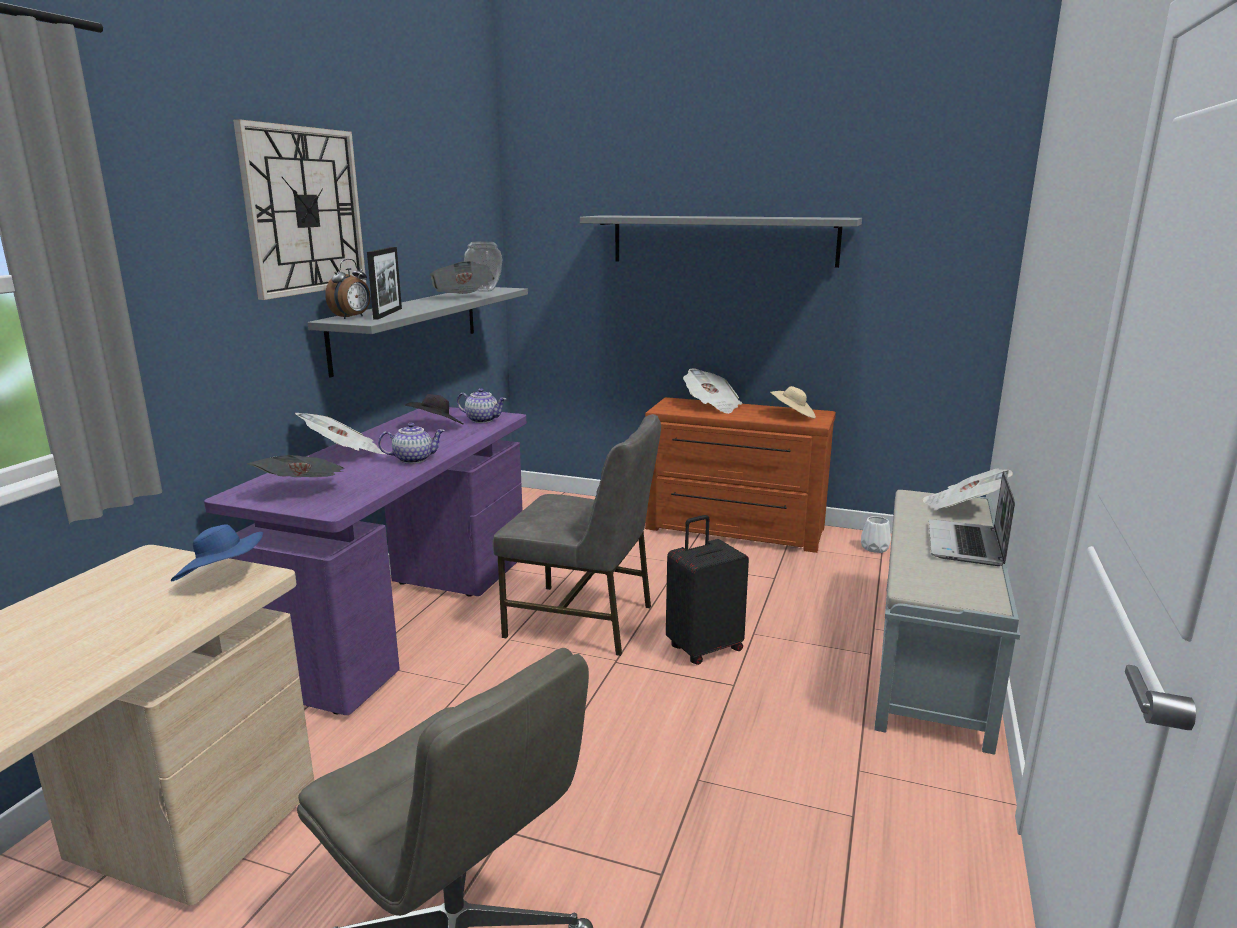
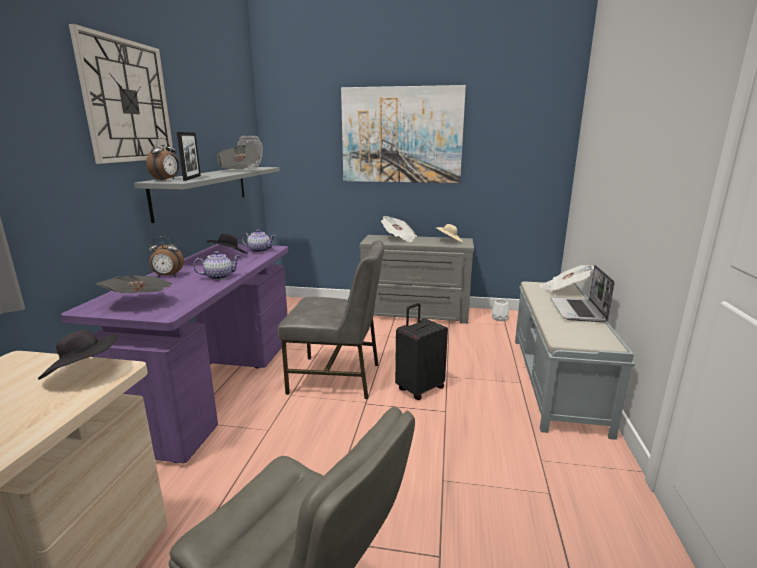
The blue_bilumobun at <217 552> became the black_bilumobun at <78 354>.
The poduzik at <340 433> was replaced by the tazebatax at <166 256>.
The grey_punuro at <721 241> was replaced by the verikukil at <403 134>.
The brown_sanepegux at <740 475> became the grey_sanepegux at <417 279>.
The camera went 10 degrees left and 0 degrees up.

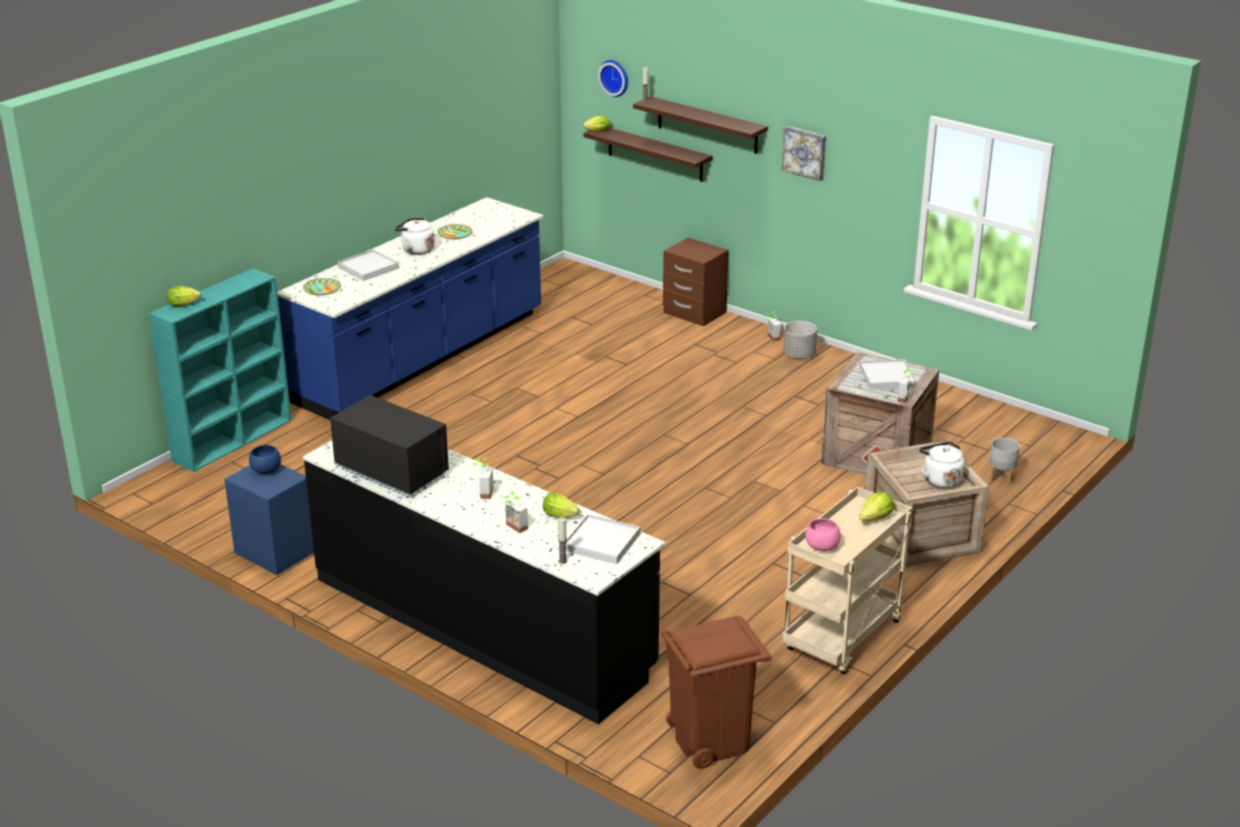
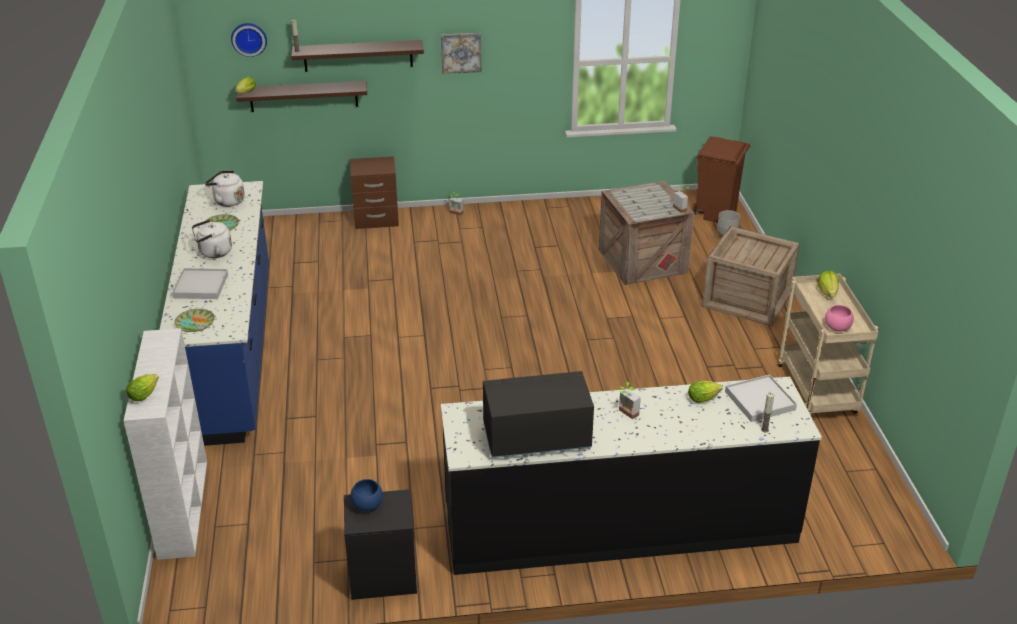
The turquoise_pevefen at <220 370> became the white_pevefen at <165 444>.
The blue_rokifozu at <269 519> became the black_rokifozu at <380 544>.
The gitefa at <516 512> disappeared.
The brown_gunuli moved from <716 692> to <721 180>.
The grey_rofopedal at <800 340> disappeared.
The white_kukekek at <888 374> disappeared.
The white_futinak moved from <942 464> to <225 189>.
The camera went 45 degrees left and 5 degrees up.

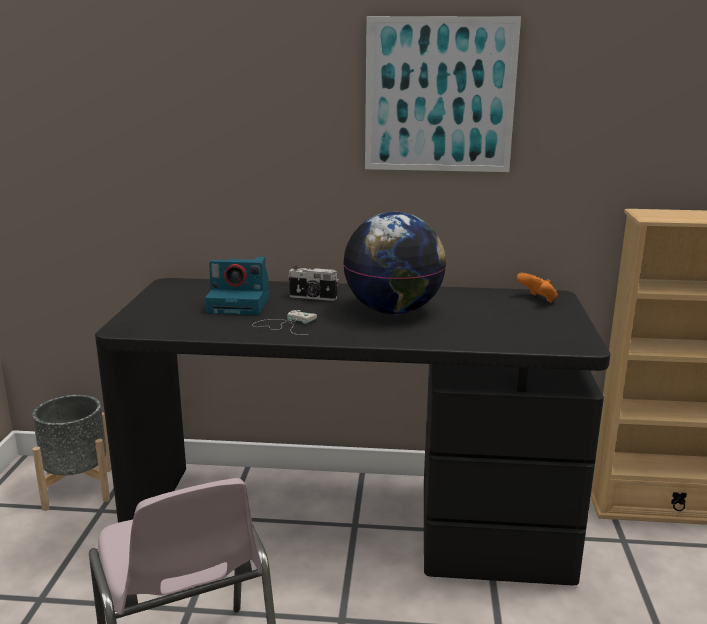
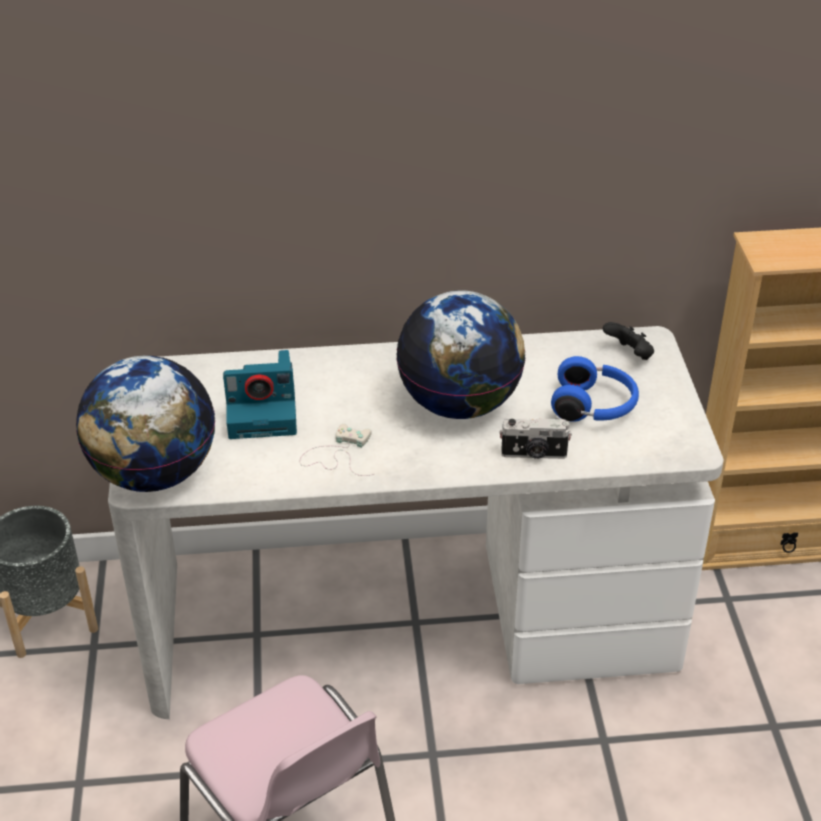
The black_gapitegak at <353 432> became the white_gapitegak at <416 522>.
The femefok moved from <313 283> to <536 438>.
The verikukil at <443 94> disappeared.
The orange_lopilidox at <537 288> became the black_lopilidox at <628 341>.
The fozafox at <145 424> appeared.
The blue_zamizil at <595 389> appeared.
The camera went 10 degrees left and 20 degrees up.

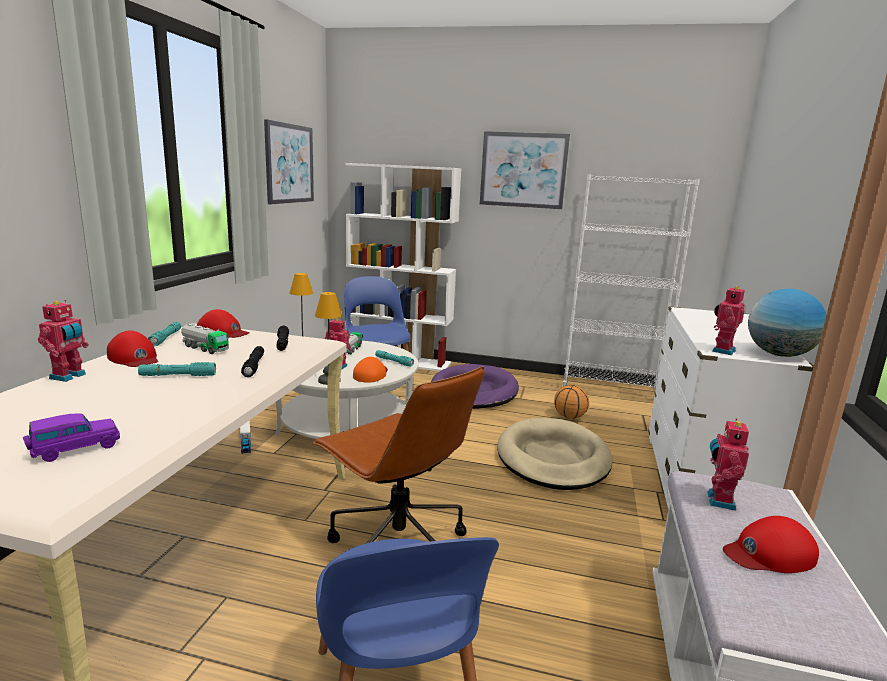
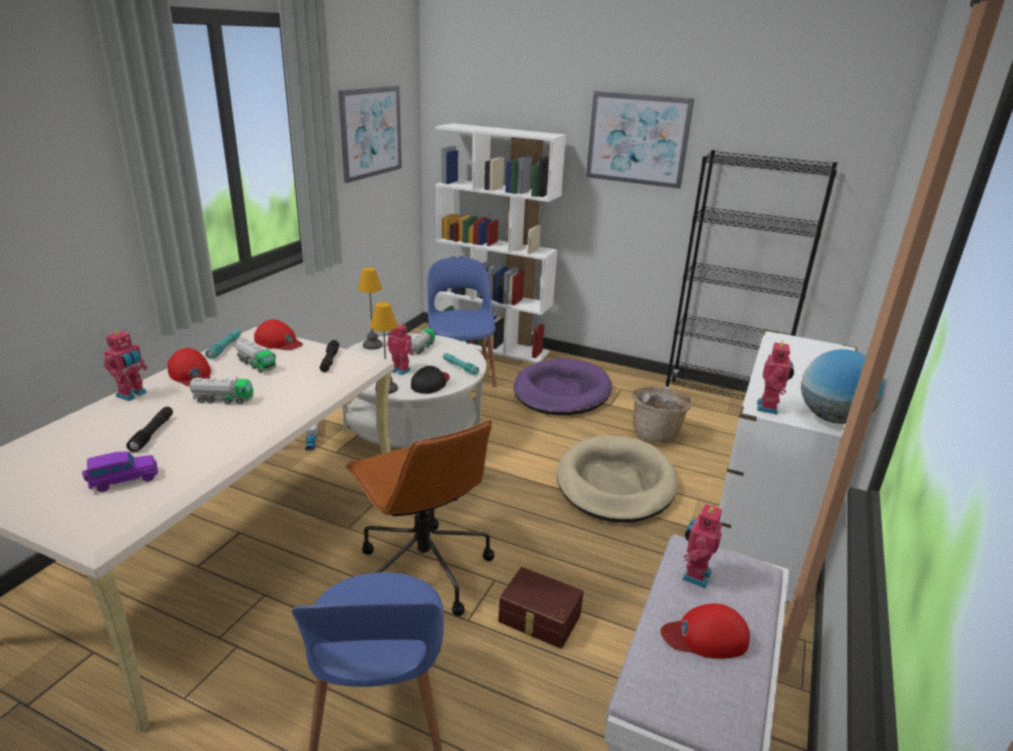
The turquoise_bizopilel at <177 369> was replaced by the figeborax at <222 391>.
The black_bizopilel moved from <252 361> to <149 429>.
The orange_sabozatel at <370 370> became the black_sabozatel at <430 380>.
The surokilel at <571 401> was replaced by the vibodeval at <662 414>.
The white_pevefen at <631 282> became the black_pevefen at <751 274>.
The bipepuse at <728 320> turned 150 degrees clockwise.
The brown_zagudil at <540 608> appeared.
The camera went 10 degrees right and 10 degrees up.

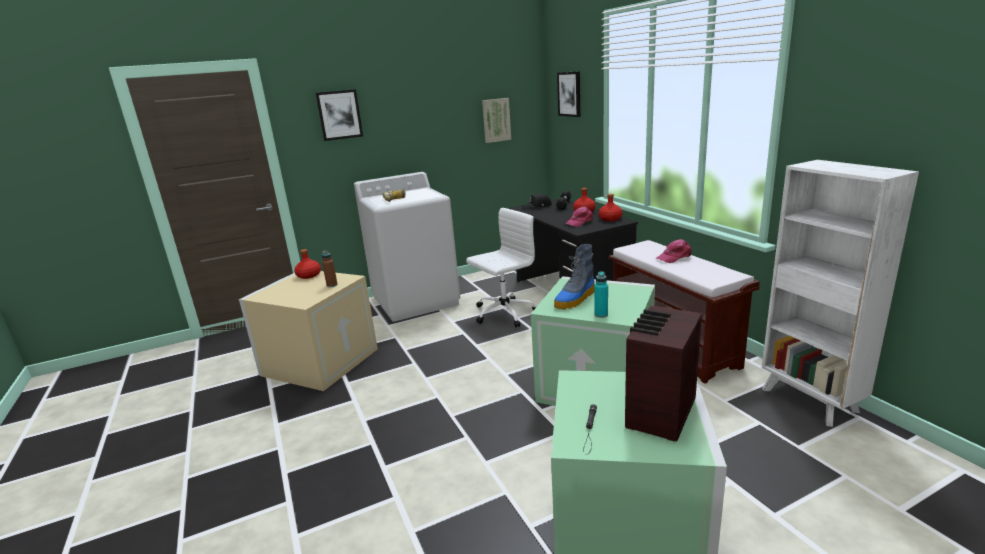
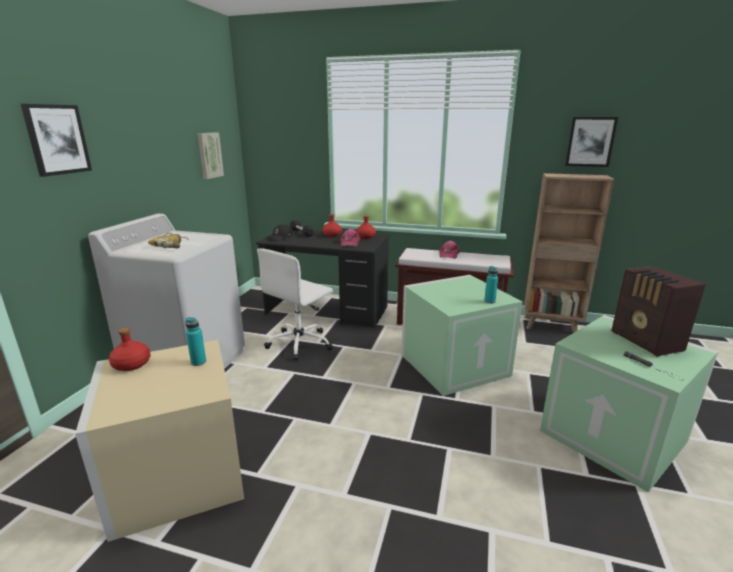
The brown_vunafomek at <330 268> became the turquoise_vunafomek at <195 341>.
The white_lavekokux at <501 267> turned 150 degrees counterclockwise.
The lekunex at <574 277> disappeared.
The verikukil moved from <568 94> to <591 142>.
The white_pevefen at <840 293> became the brown_pevefen at <569 253>.
The camera went 50 degrees left and 0 degrees up.

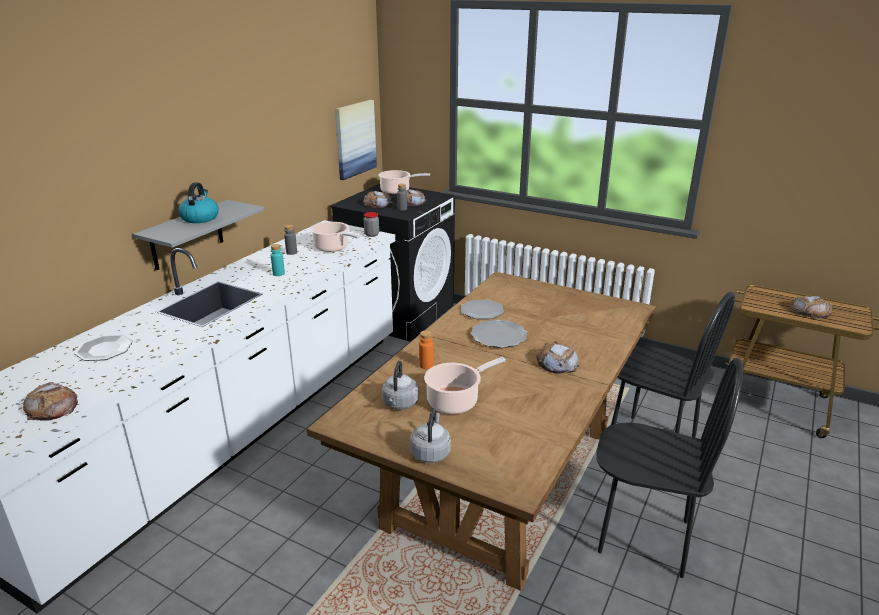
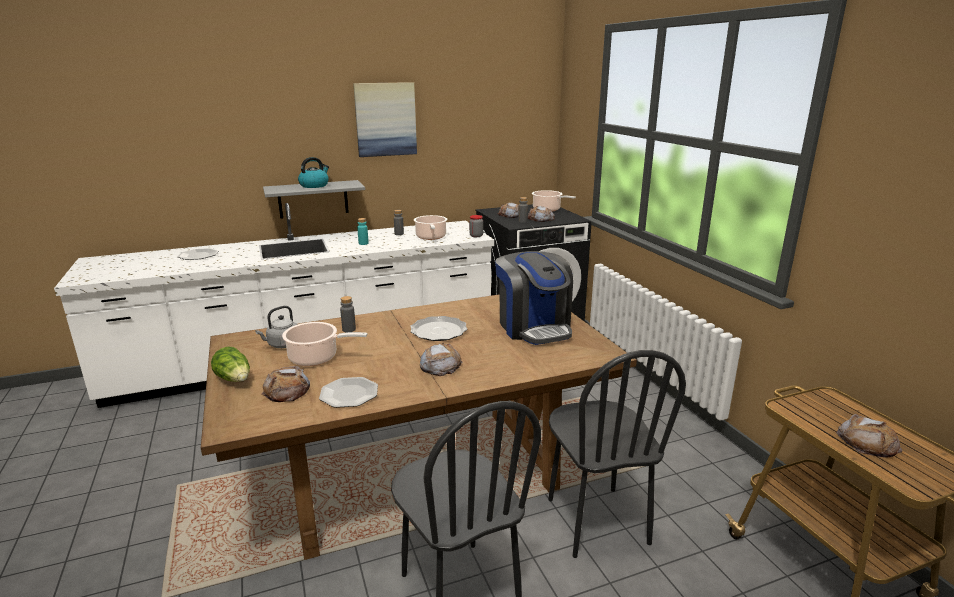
The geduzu moved from <50 401> to <285 384>.
The verikukil moved from <356 140> to <385 119>.
The grey_futinak at <430 435> was replaced by the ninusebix at <230 364>.
The orange_vunafomek at <426 349> became the grey_vunafomek at <348 314>.
The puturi moved from <482 309> to <348 392>.
The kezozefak at <534 298> appeared.
The camera went 40 degrees right and 5 degrees down.

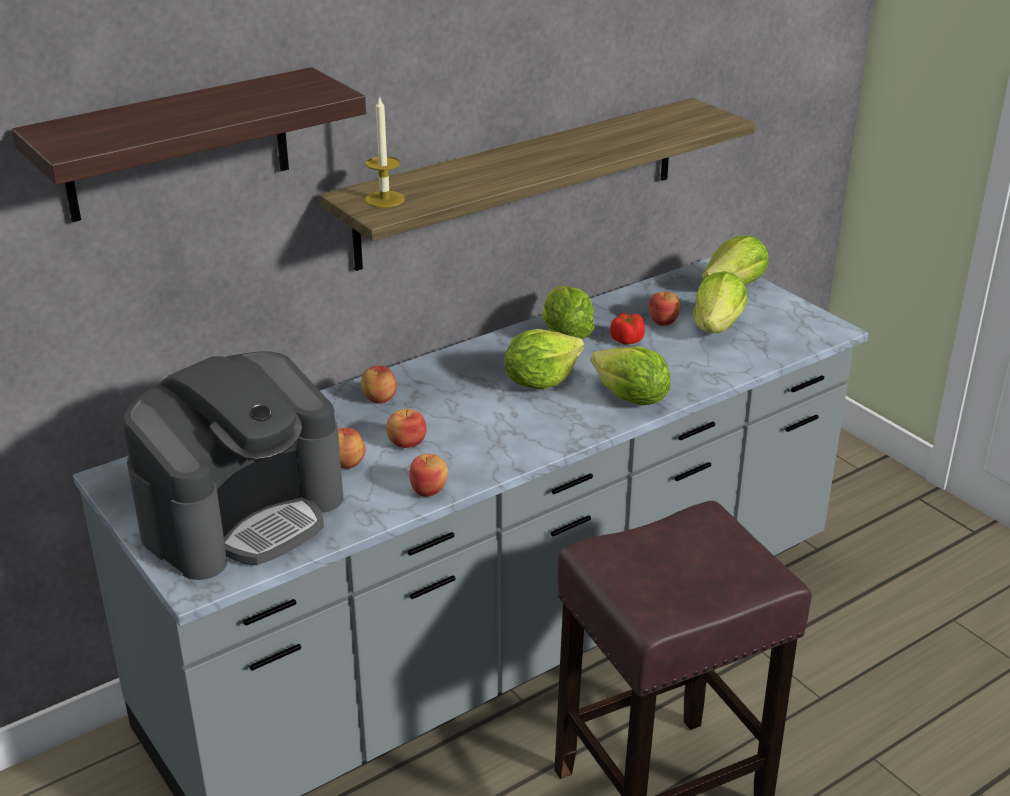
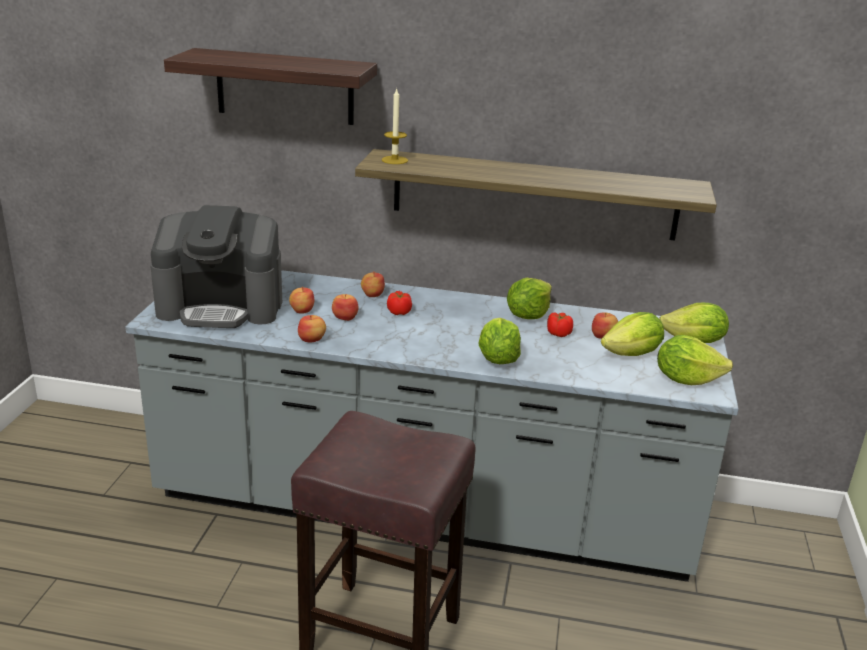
The ninusebix moved from <544 359> to <695 360>.
The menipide at <399 303> appeared.
The camera went 45 degrees right and 5 degrees down.

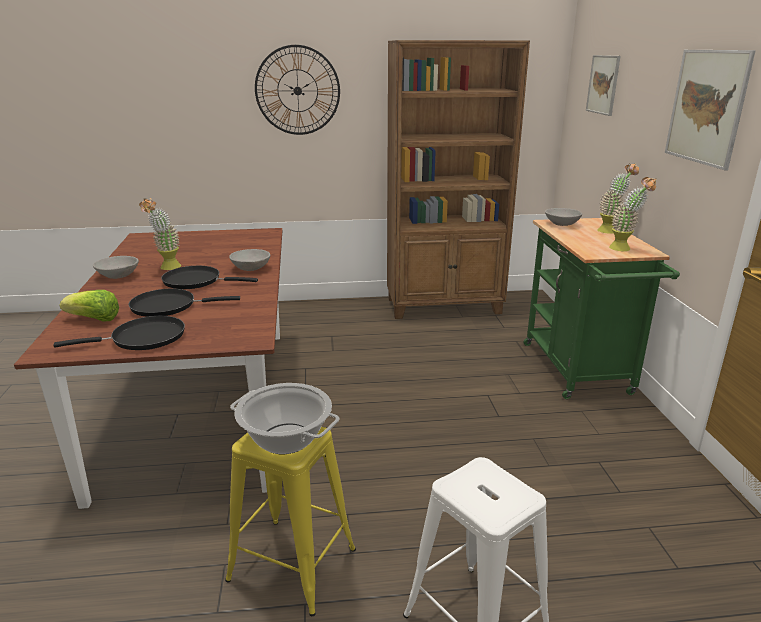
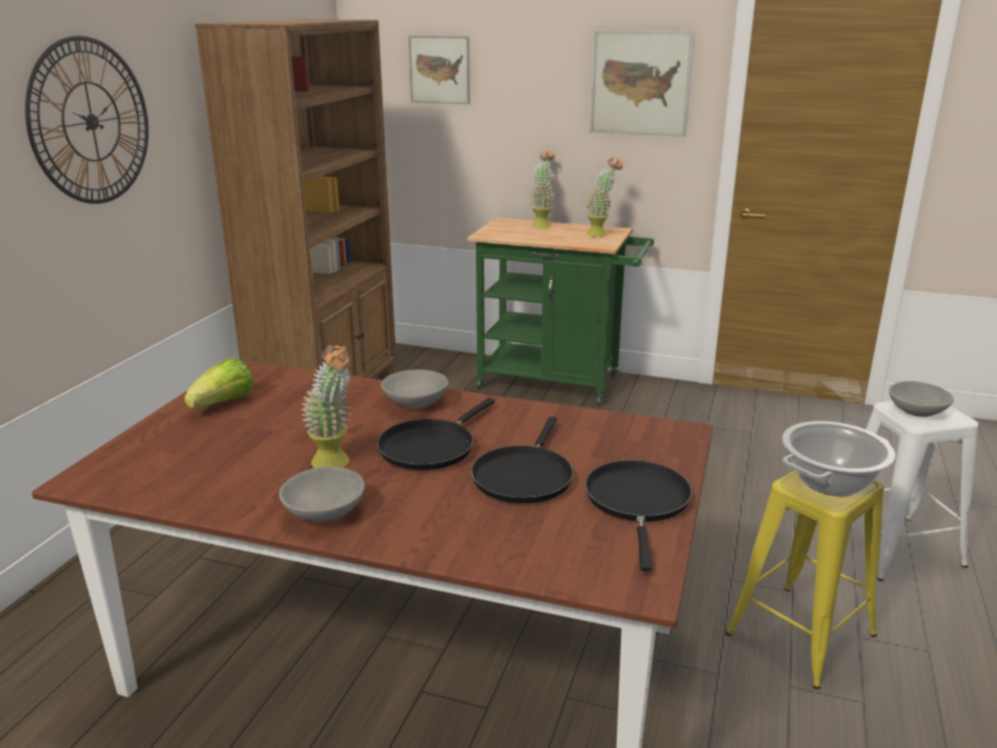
The ninusebix moved from <89 306> to <219 383>.
The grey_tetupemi moved from <563 217> to <921 399>.
The camera went 65 degrees left and 0 degrees up.

